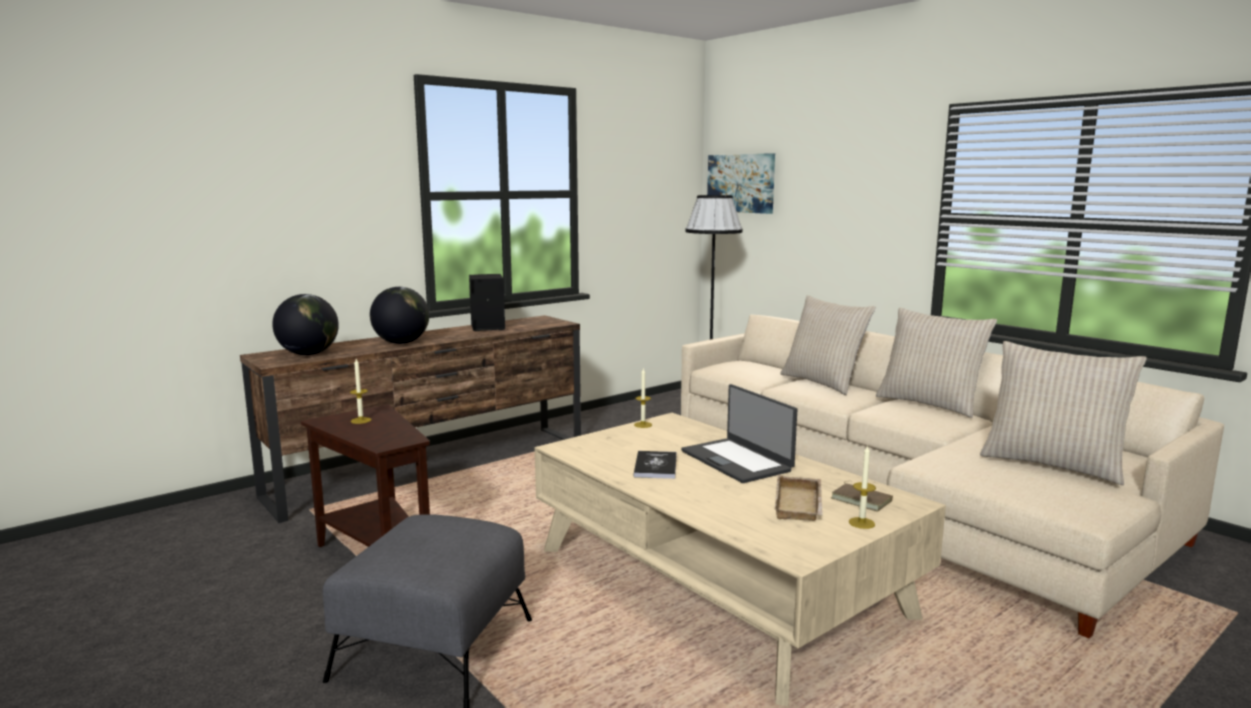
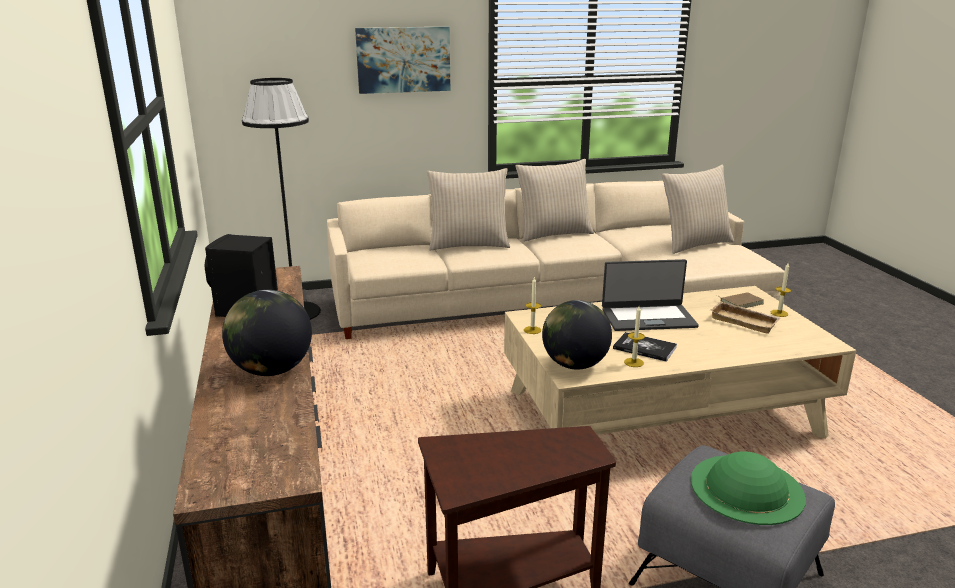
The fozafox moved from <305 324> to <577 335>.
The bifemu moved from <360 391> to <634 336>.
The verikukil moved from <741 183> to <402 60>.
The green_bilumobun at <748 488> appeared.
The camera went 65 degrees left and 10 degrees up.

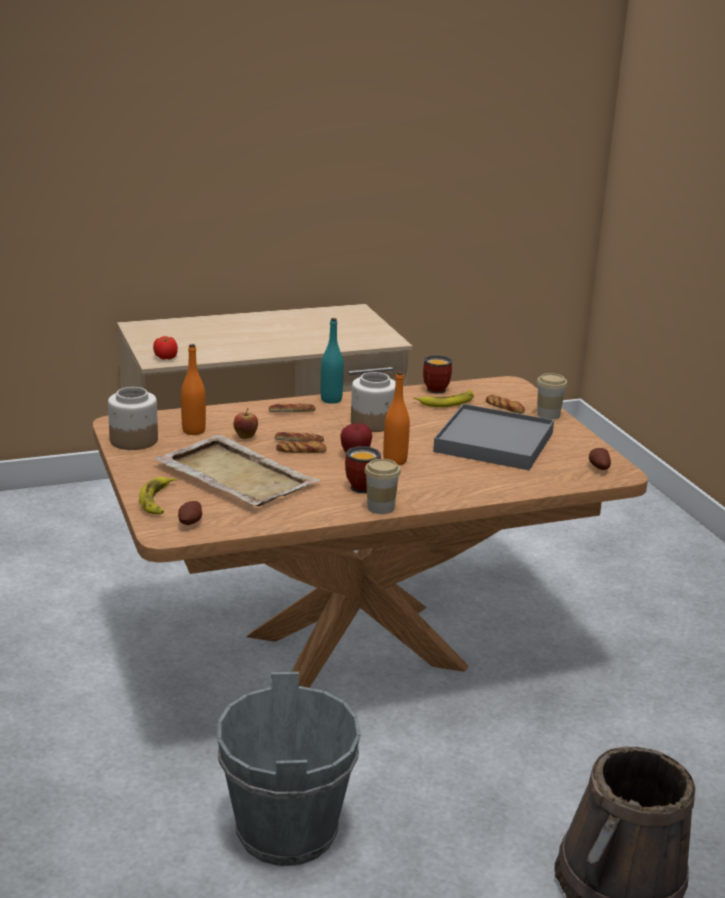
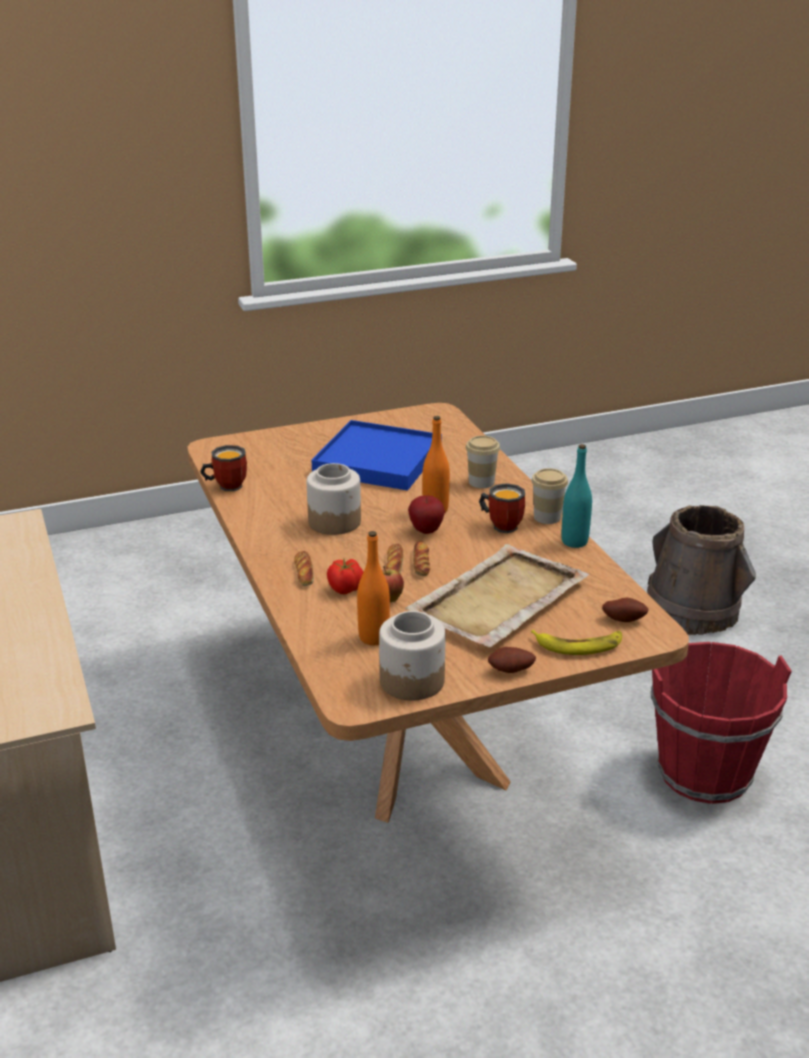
The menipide moved from <165 348> to <345 576>.
The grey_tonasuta at <289 769> became the red_tonasuta at <721 723>.
The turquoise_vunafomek moved from <332 361> to <577 496>.
The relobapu at <444 398> disappeared.
The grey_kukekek at <493 437> became the blue_kukekek at <377 455>.
The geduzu at <505 404> disappeared.
The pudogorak moved from <552 396> to <483 462>.
The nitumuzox moved from <600 459> to <512 660>.
The camera went 90 degrees left and 5 degrees up.

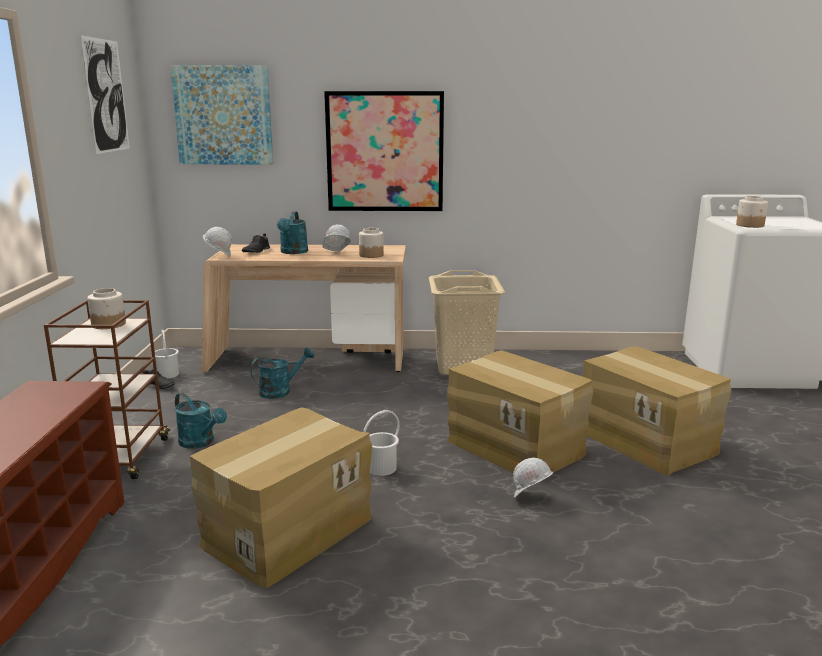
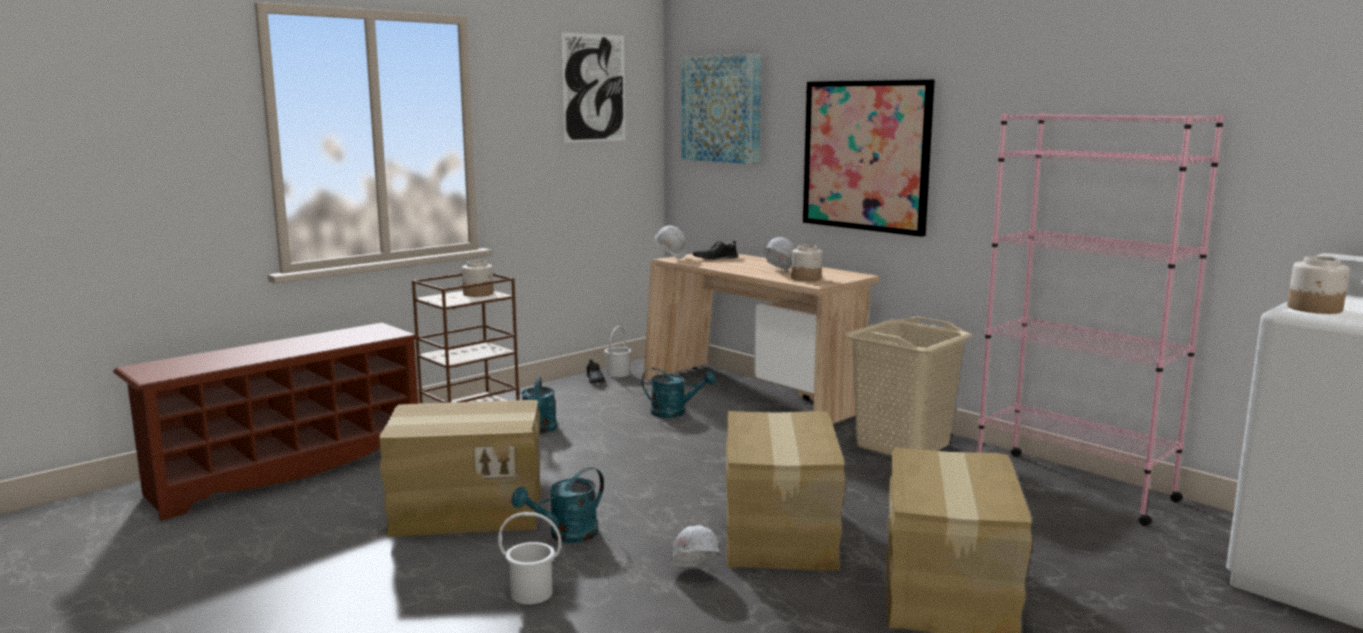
The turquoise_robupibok moved from <292 232> to <557 505>.
The white_tonasuta moved from <381 443> to <529 558>.
The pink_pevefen at <1100 319> appeared.
The camera went 45 degrees right and 5 degrees down.

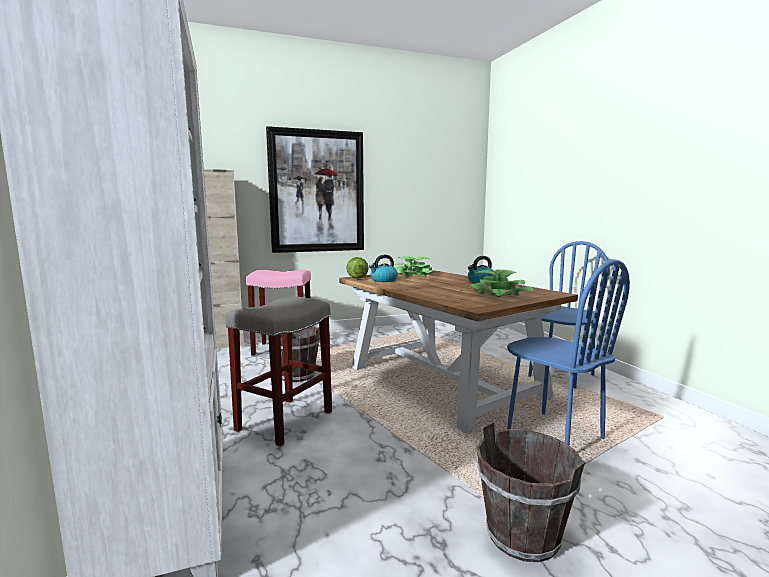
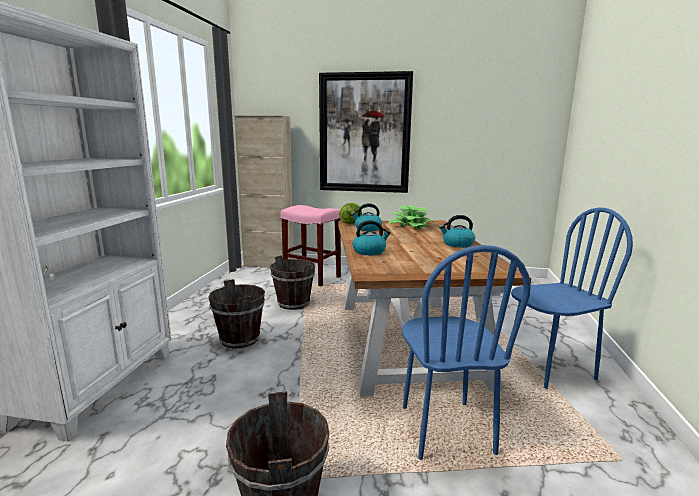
The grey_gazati at <278 372> was replaced by the brown_tonasuta at <237 314>.
The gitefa at <500 283> disappeared.
The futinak at <372 237> appeared.
The camera went 30 degrees right and 5 degrees up.

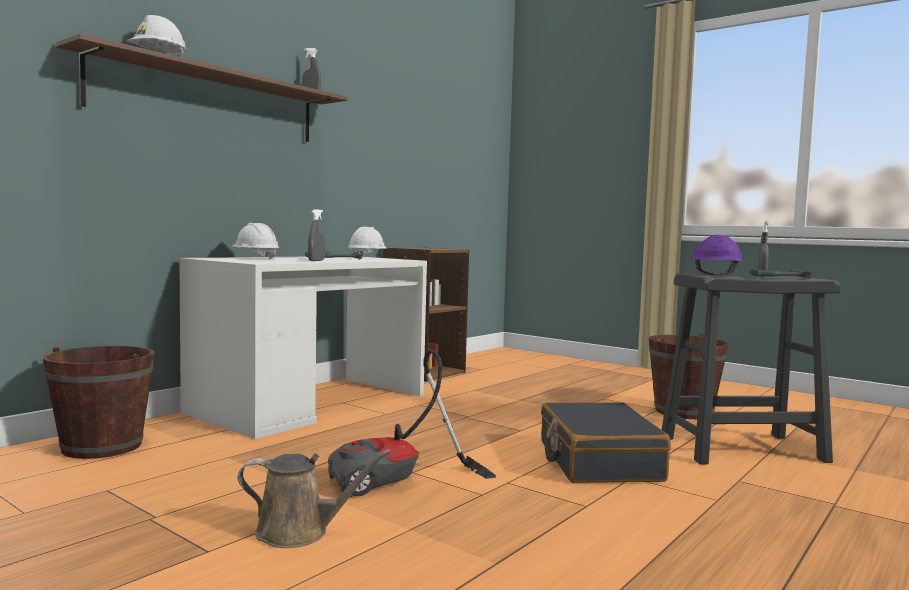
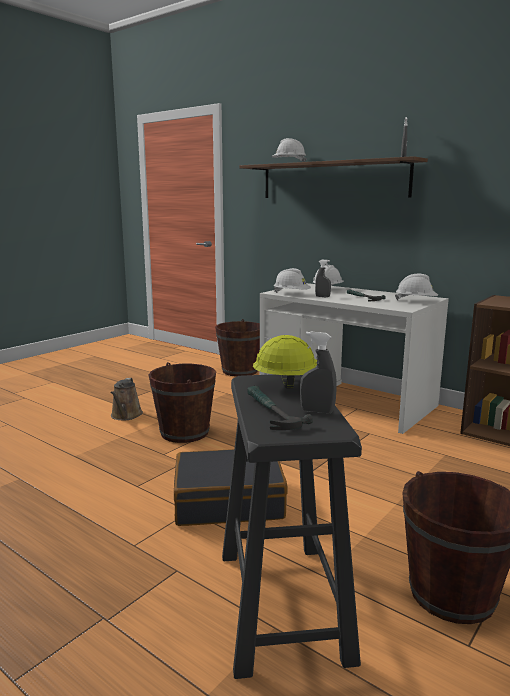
The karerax at <412 422> was replaced by the brown_tonasuta at <182 402>.
The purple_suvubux at <716 255> became the yellow_suvubux at <285 361>.
The white_suvubux at <292 280> appeared.
The camera went 90 degrees right and 10 degrees up.

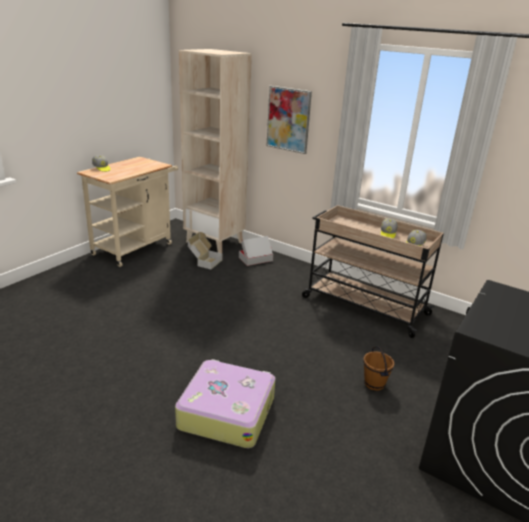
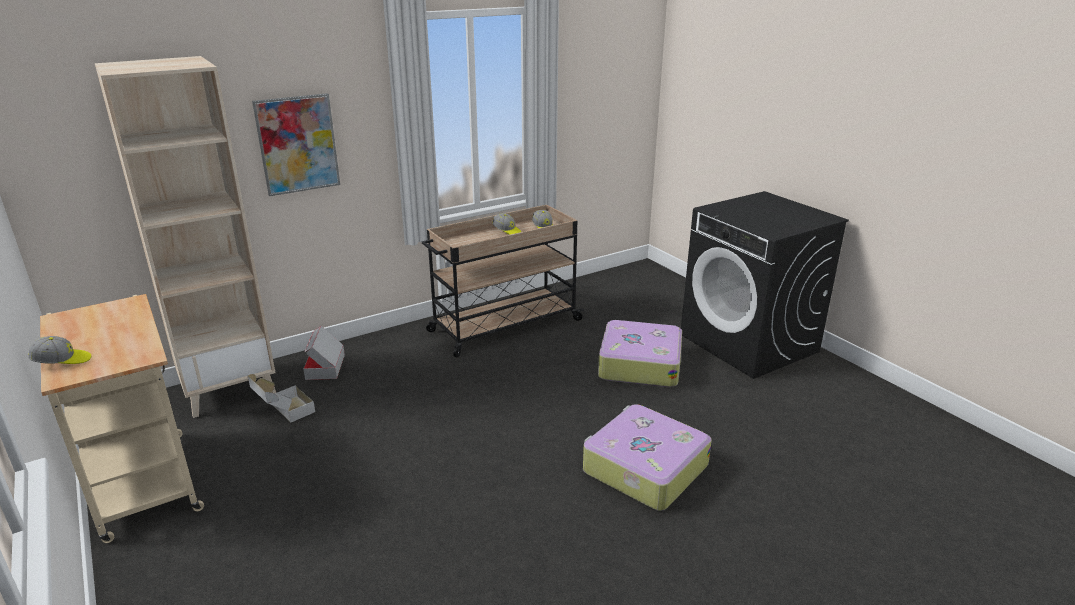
The brown_tonasuta at <379 368> was replaced by the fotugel at <640 353>.
The camera went 65 degrees left and 0 degrees up.

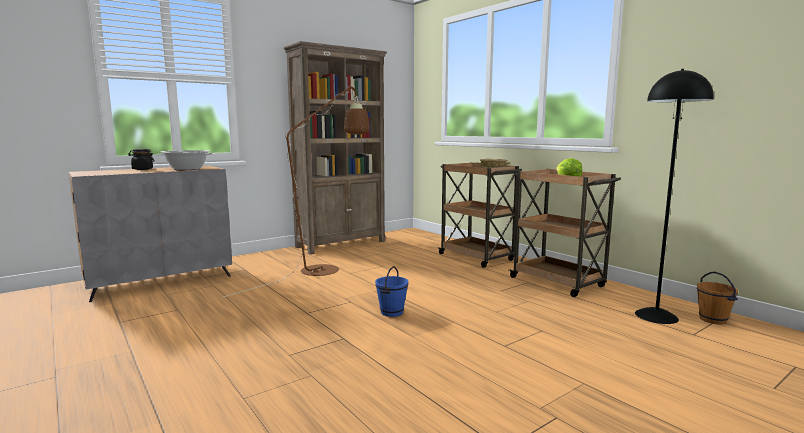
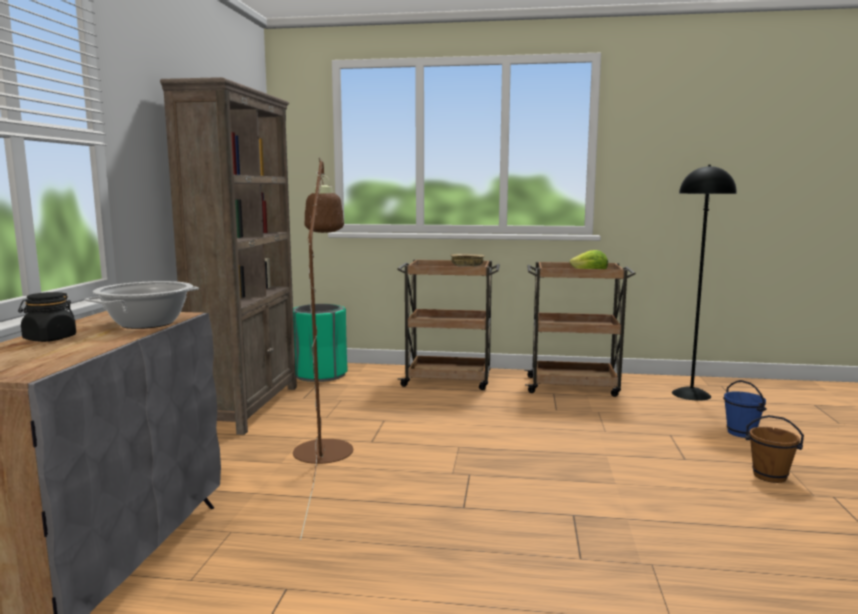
The blue_tonasuta moved from <391 291> to <745 409>.
The brown_tonasuta moved from <717 298> to <774 449>.
The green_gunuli at <320 343> appeared.
The camera went 45 degrees left and 0 degrees up.

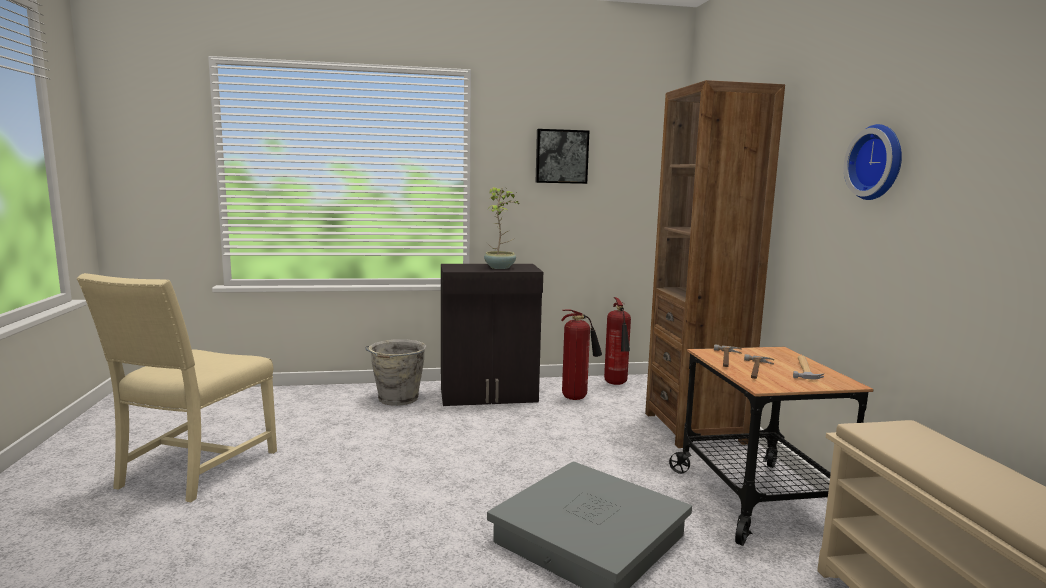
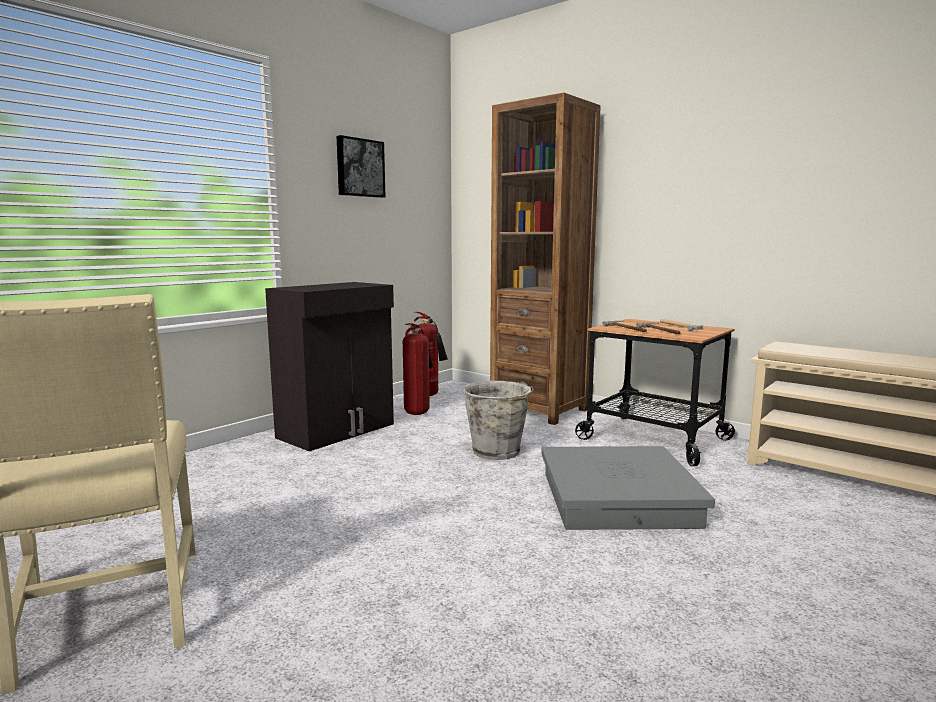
The grey_tonasuta moved from <396 372> to <498 420>.
The gitefa at <501 228> disappeared.
The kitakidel at <873 162> disappeared.
The camera went 40 degrees left and 0 degrees up.

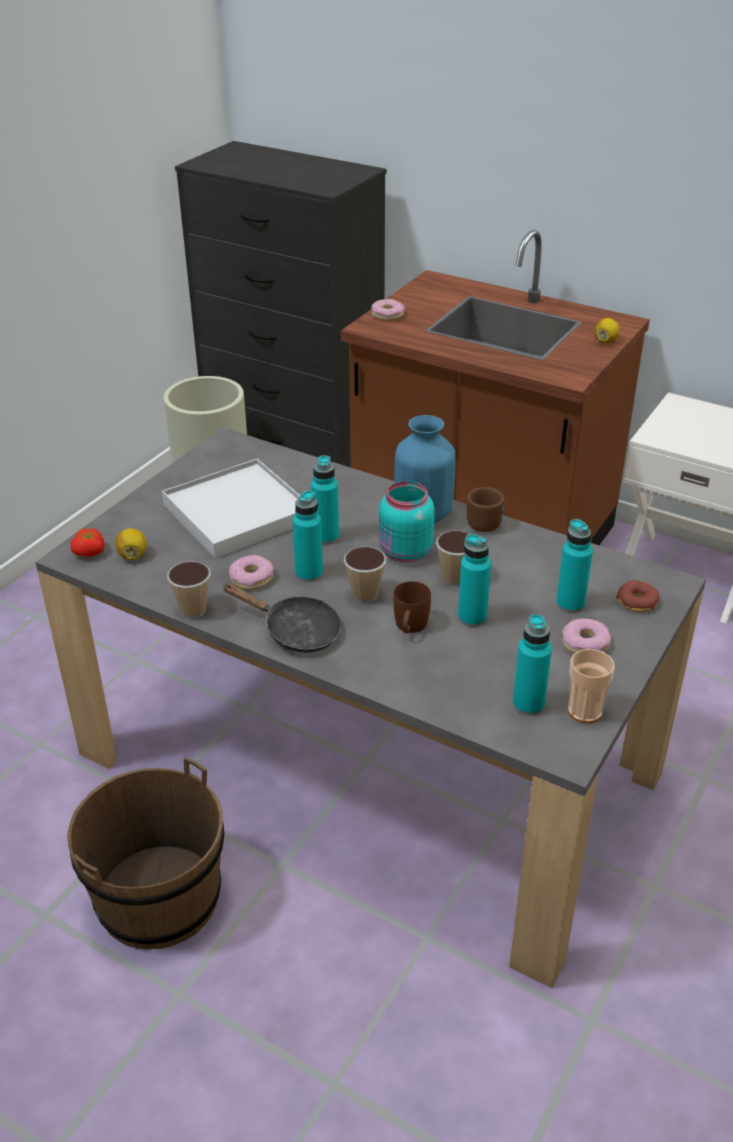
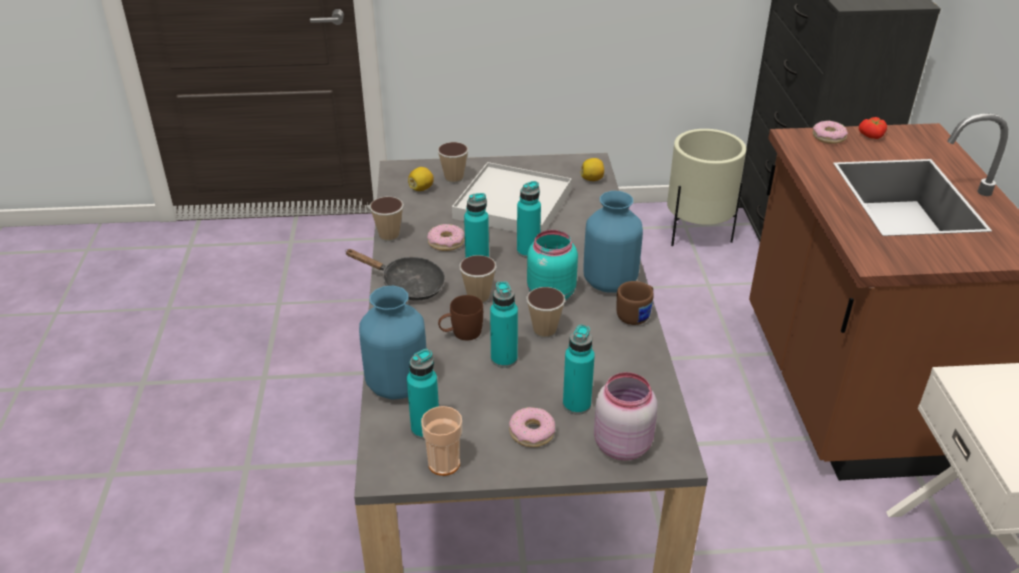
The brown_tonasuta at <145 853> disappeared.
The menipide moved from <88 542> to <873 128>.
The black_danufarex at <281 618> turned 60 degrees counterclockwise.
The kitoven moved from <607 330> to <592 169>.
The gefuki at <637 596> was replaced by the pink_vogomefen at <625 416>.
The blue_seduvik at <393 342> appeared.
The pudogorak at <453 162> appeared.
The camera went 55 degrees right and 0 degrees up.

